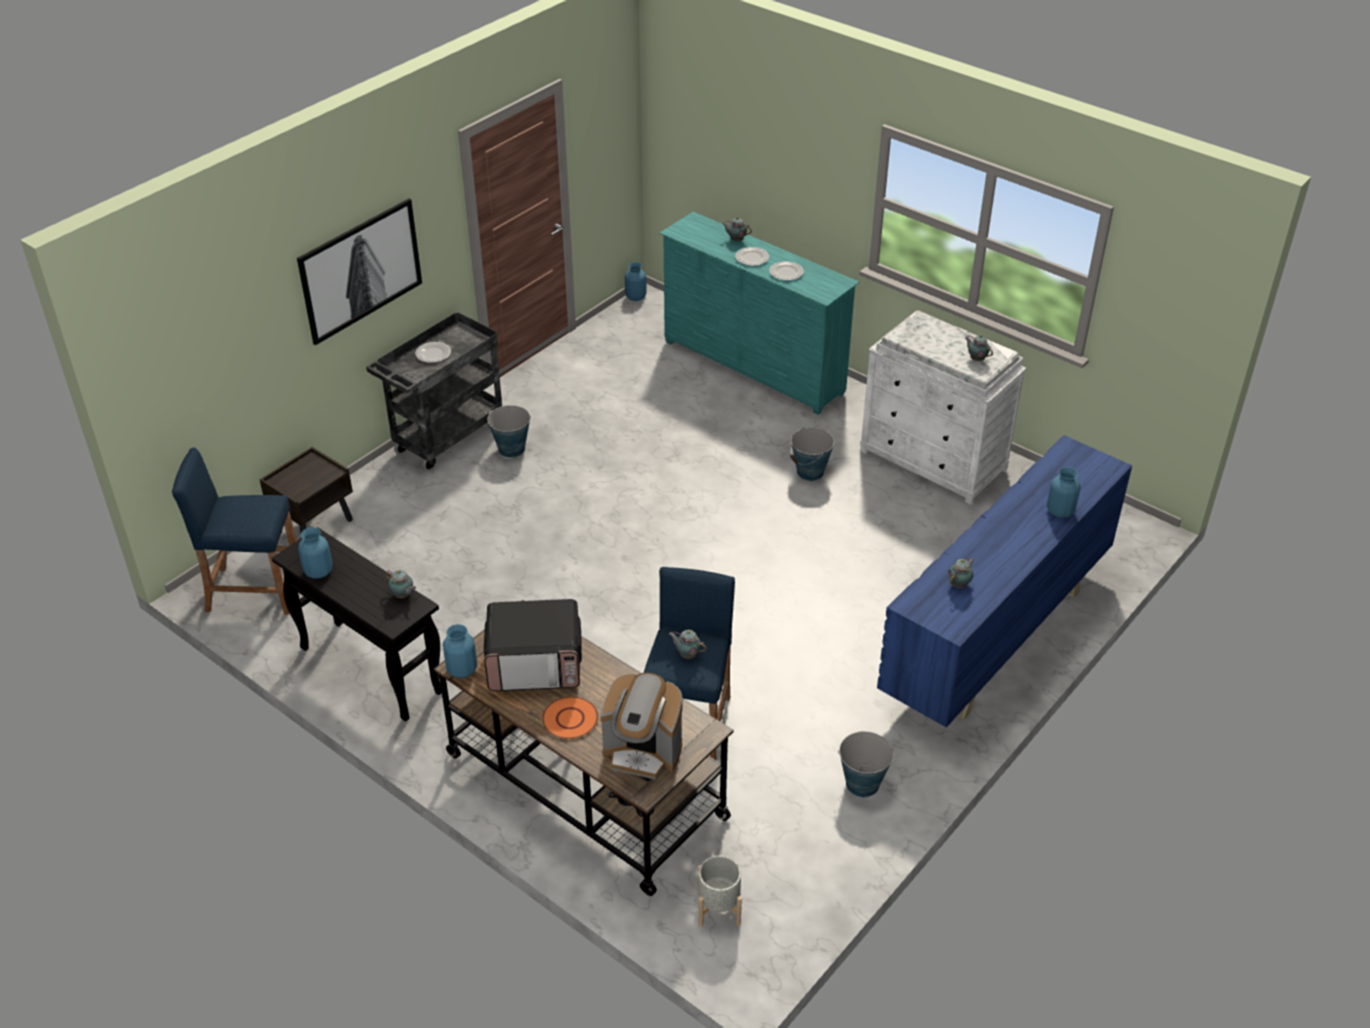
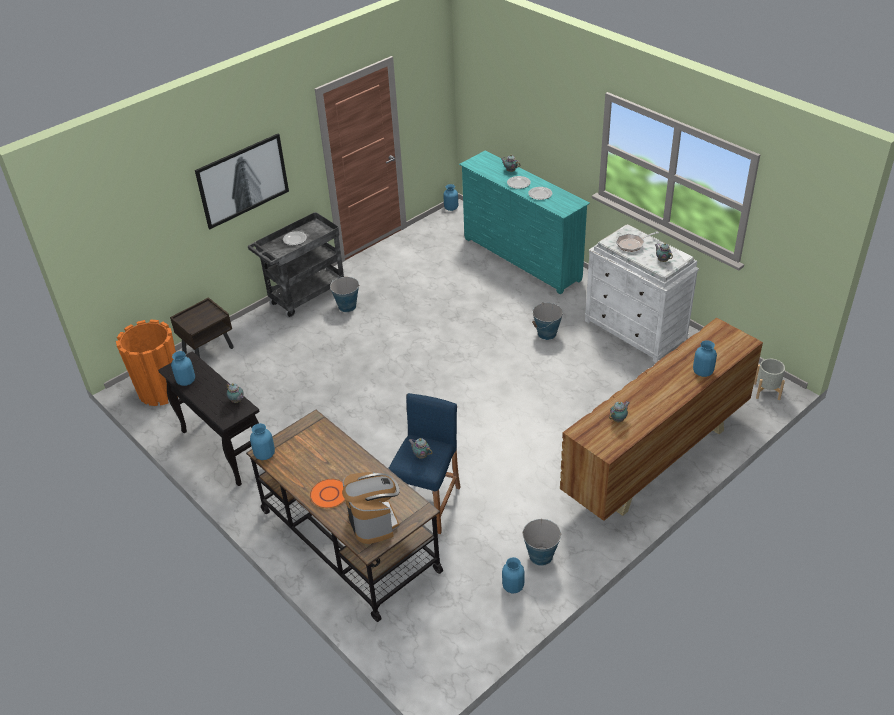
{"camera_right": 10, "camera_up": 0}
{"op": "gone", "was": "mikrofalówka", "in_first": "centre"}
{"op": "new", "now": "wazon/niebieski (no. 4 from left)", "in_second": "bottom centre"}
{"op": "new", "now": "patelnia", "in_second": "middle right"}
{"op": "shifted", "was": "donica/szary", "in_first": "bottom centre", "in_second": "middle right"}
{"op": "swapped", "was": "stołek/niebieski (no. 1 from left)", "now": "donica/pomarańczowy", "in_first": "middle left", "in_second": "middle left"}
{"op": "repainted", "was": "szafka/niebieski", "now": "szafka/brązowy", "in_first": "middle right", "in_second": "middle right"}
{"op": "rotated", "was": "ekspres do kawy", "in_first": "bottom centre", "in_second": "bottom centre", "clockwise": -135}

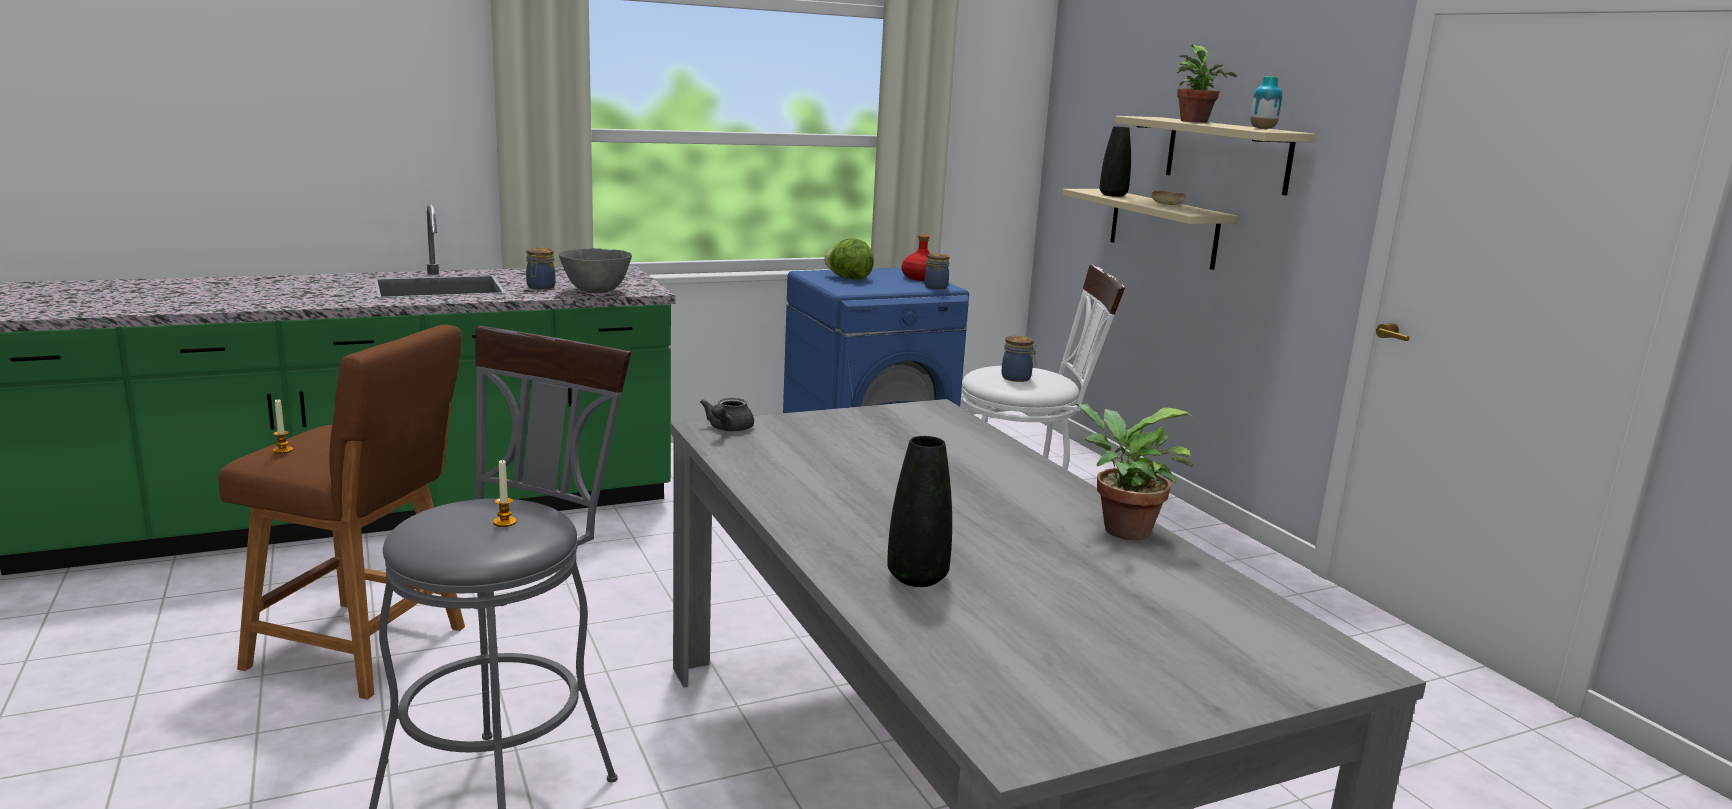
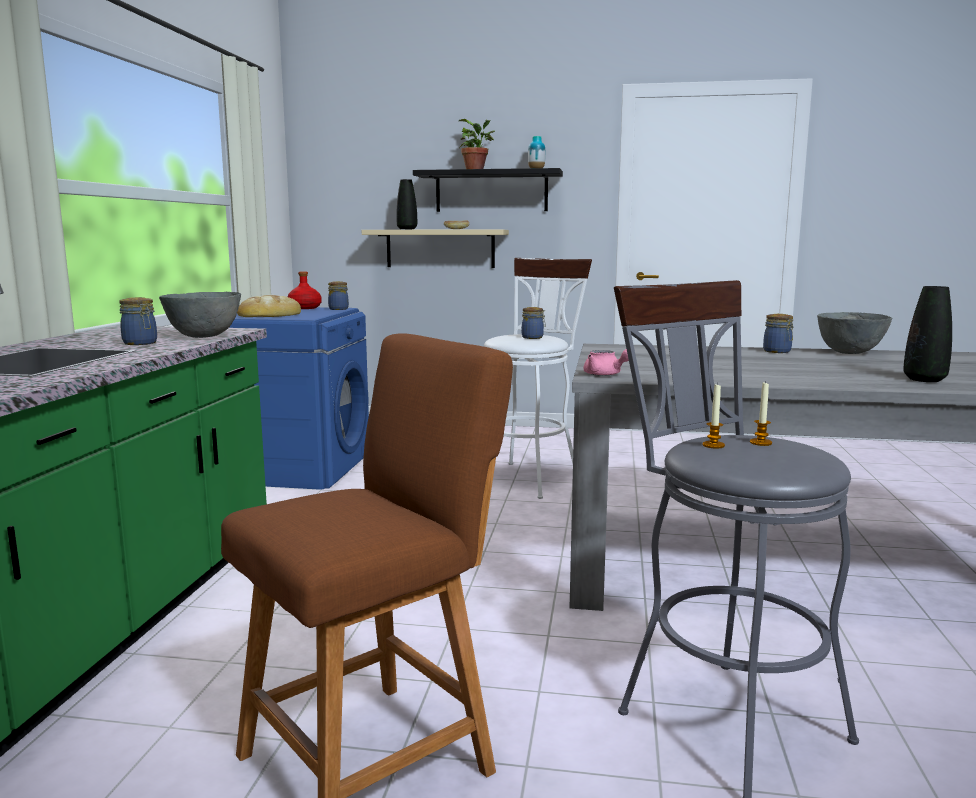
{"camera_right": -55, "camera_up": -5}
{"op": "new", "now": "słoik (no. 4 from left)", "in_second": "middle right"}
{"op": "shifted", "was": "świeca (no. 1 from left)", "in_first": "middle left", "in_second": "middle right"}
{"op": "swapped", "was": "sałata", "now": "chleb (no. 1 from left)", "in_first": "top centre", "in_second": "middle left"}
{"op": "swapped", "was": "roślina doniczkowa (no. 1 from left)", "now": "miska/szary (no. 2 from left)", "in_first": "centre", "in_second": "middle right"}
{"op": "repainted", "was": "imbryk/szary", "now": "imbryk/różowy", "in_first": "centre", "in_second": "centre"}
{"op": "repainted", "was": "półka/beżowy (no. 2 from left)", "now": "półka/czarny", "in_first": "top right", "in_second": "top centre"}

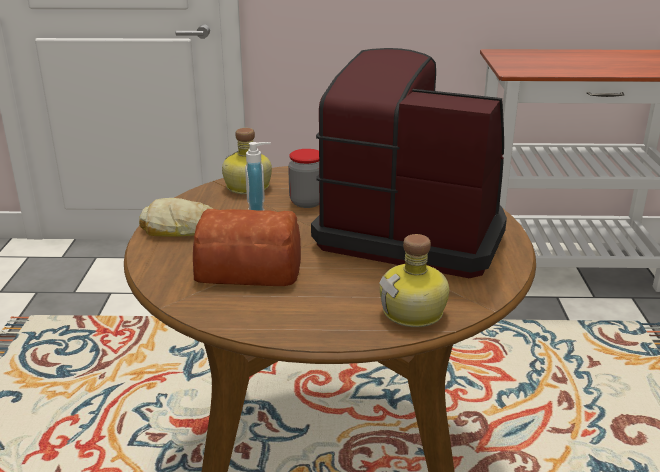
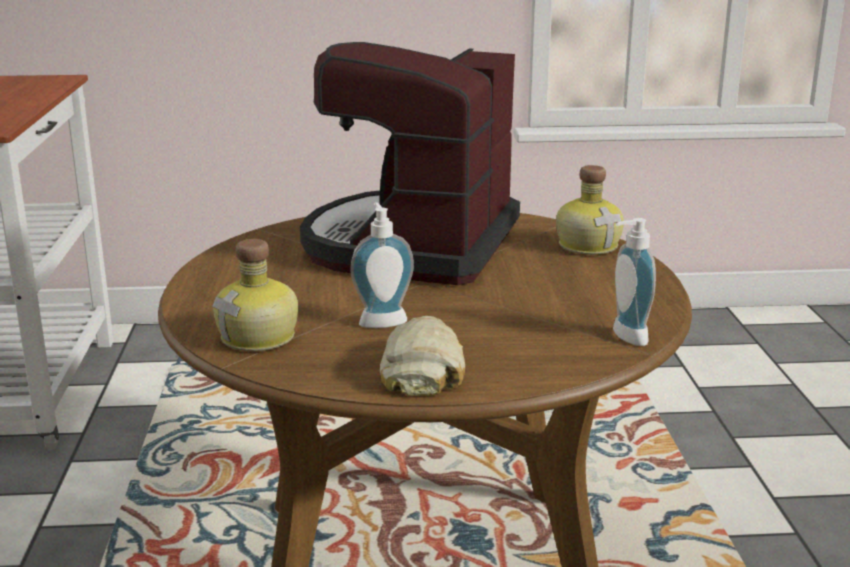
{"camera_right": -95, "camera_up": -5}
{"op": "gone", "was": "chleb (no. 2 from left)", "in_first": "centre"}
{"op": "gone", "was": "słoik", "in_first": "centre"}
{"op": "new", "now": "dozownik mydła (no. 2 from left)", "in_second": "middle right"}

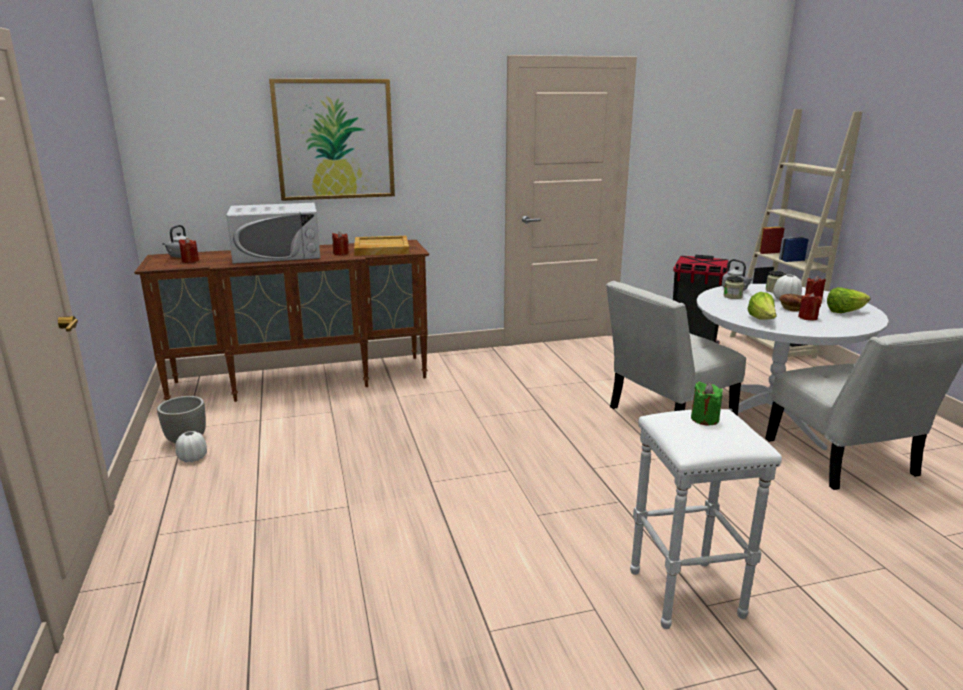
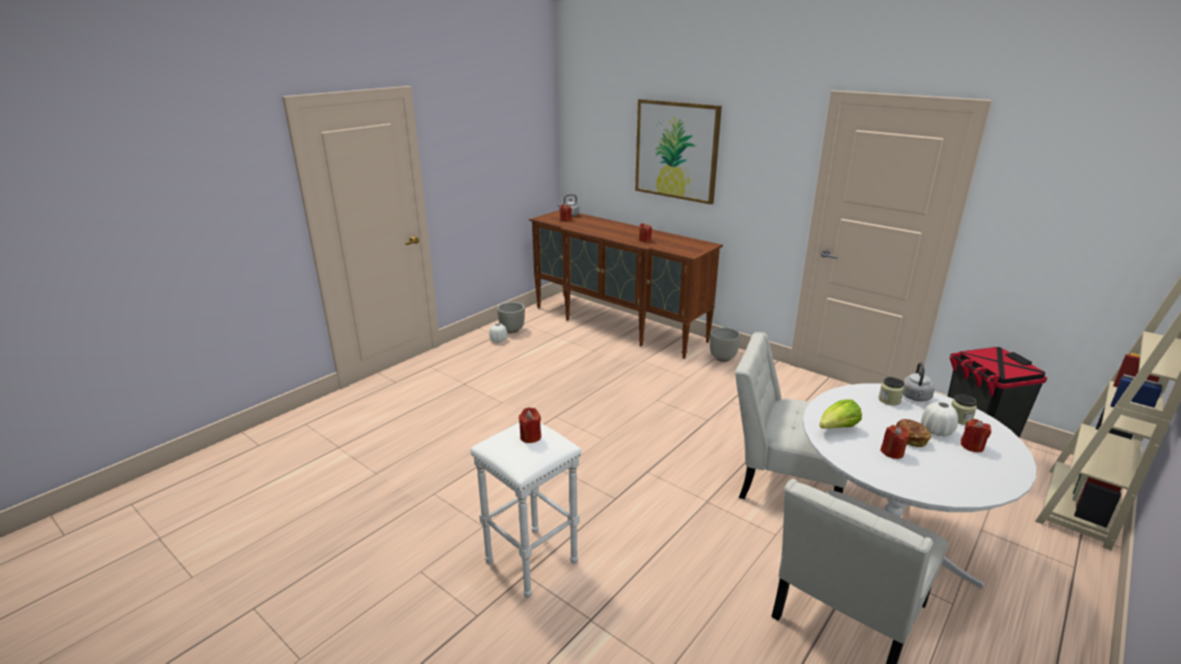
{"camera_right": 55, "camera_up": 5}
{"op": "gone", "was": "mikrofalówka/biały", "in_first": "middle left"}
{"op": "gone", "was": "taca/beżowy", "in_first": "centre"}
{"op": "gone", "was": "sałata (no. 2 from left)", "in_first": "middle right"}
{"op": "new", "now": "donica/szary (no. 2 from left)", "in_second": "centre"}
{"op": "repainted", "was": "świeca/zielony", "now": "świeca/czerwony (no. 1 from left)", "in_first": "middle right", "in_second": "centre"}

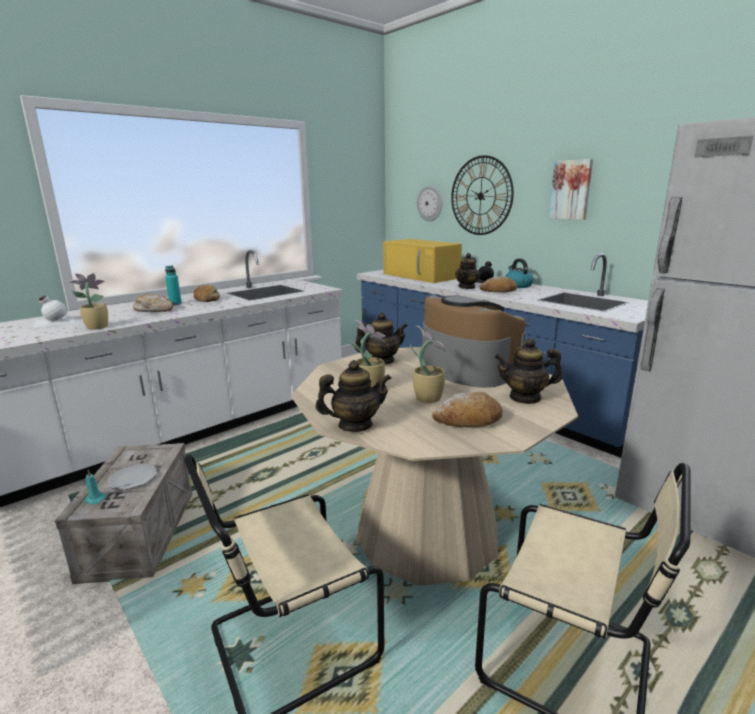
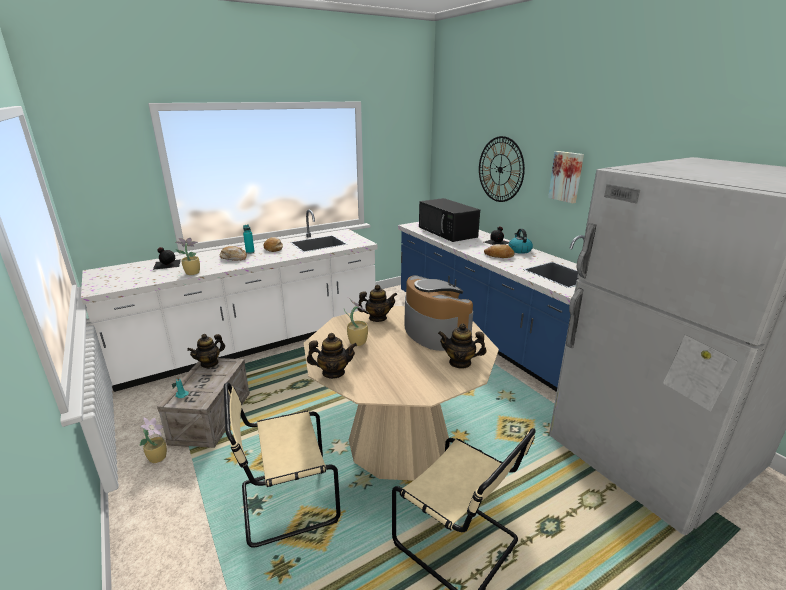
{"camera_right": 10, "camera_up": 5}
{"op": "gone", "was": "talerz", "in_first": "bottom left"}
{"op": "gone", "was": "zegar ścienny (no. 1 from left)", "in_first": "top centre"}
{"op": "gone", "was": "chleb (no. 3 from left)", "in_first": "centre"}
{"op": "shifted", "was": "roślina doniczkowa (no. 3 from left in the first image)", "now": "roślina doniczkowa (no. 1 from left)", "in_first": "centre", "in_second": "bottom left"}
{"op": "shifted", "was": "imbryk (no. 3 from left in the first image)", "now": "imbryk (no. 1 from left)", "in_first": "centre", "in_second": "middle left"}
{"op": "repainted", "was": "butelka/biały", "now": "butelka/czarny (no. 1 from left)", "in_first": "middle left", "in_second": "middle left"}
{"op": "repainted", "was": "mikrofalówka/żółty", "now": "mikrofalówka/czarny", "in_first": "centre", "in_second": "centre"}

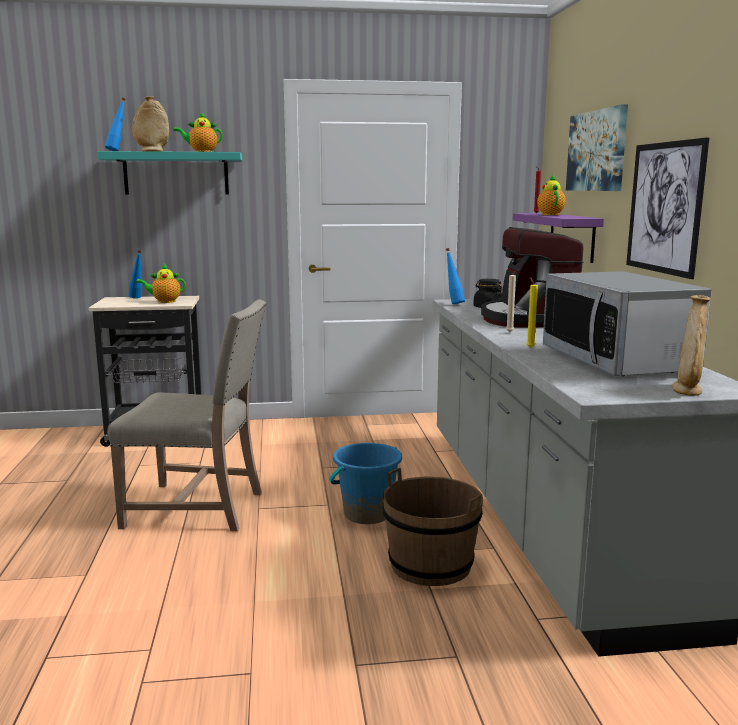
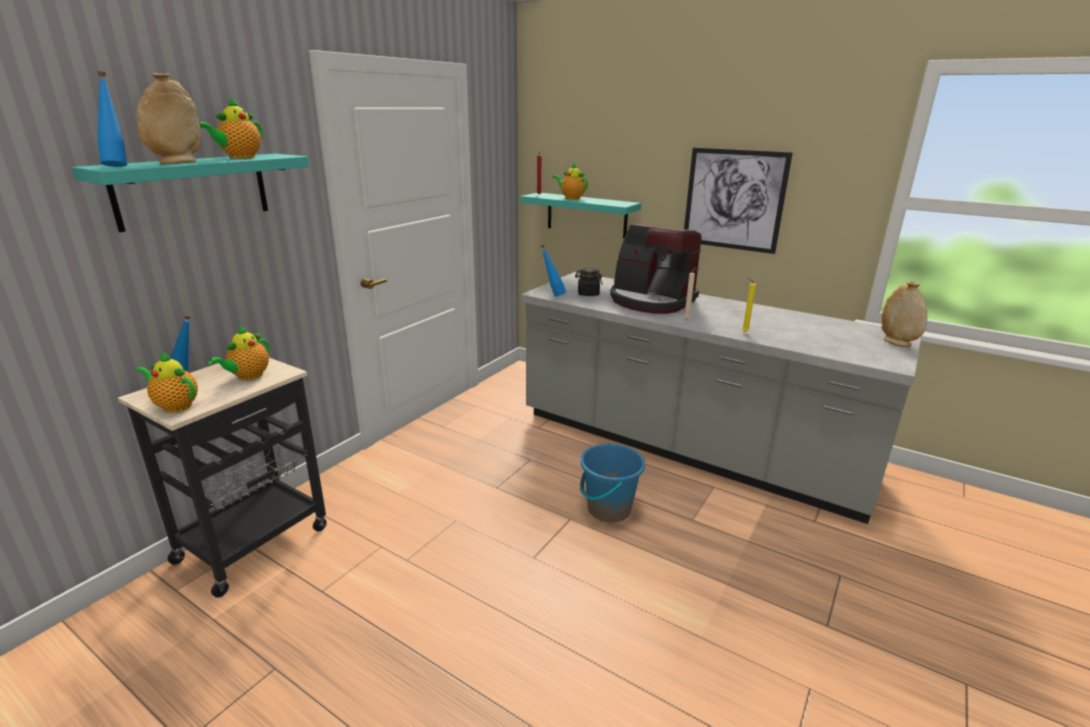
{"camera_right": -50, "camera_up": 10}
{"op": "gone", "was": "krzesło/beżowy", "in_first": "middle left"}
{"op": "gone", "was": "wiadro/brązowy", "in_first": "bottom centre"}
{"op": "gone", "was": "mikrofalówka", "in_first": "middle right"}
{"op": "gone", "was": "obraz (no. 1 from left)", "in_first": "top right"}
{"op": "new", "now": "imbryk (no. 1 from left)", "in_second": "middle left"}
{"op": "repainted", "was": "półka/fioletowy", "now": "półka/turkusowy (no. 2 from left)", "in_first": "top right", "in_second": "top centre"}

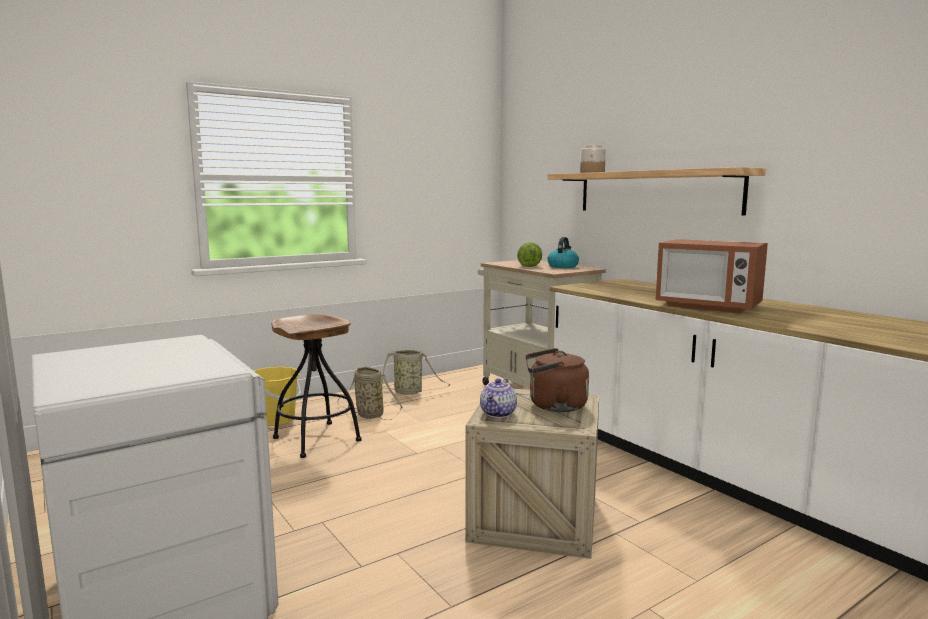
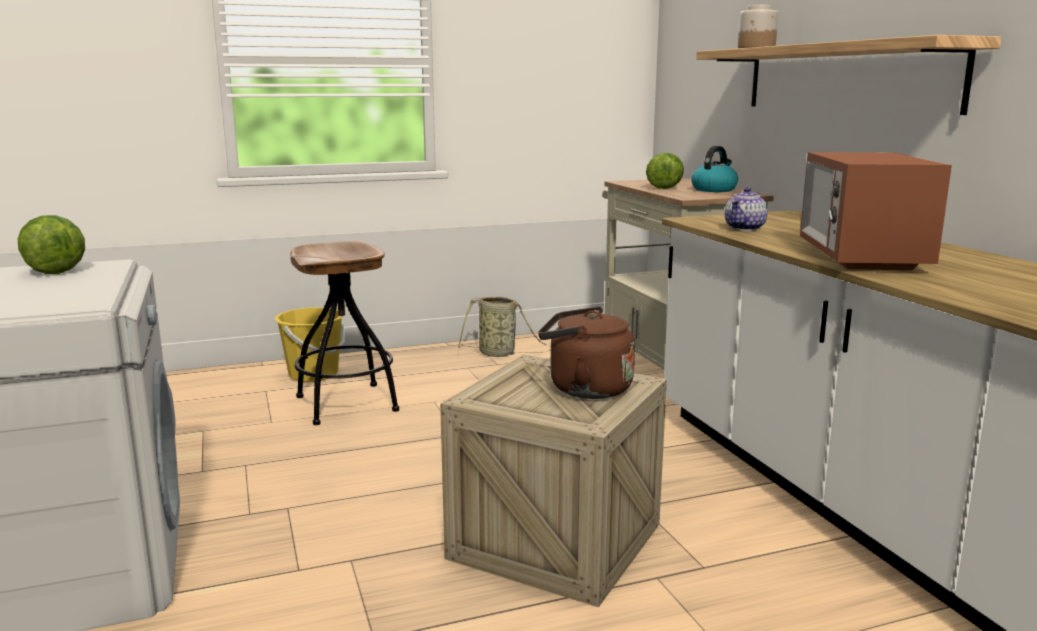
{"camera_right": 15, "camera_up": 5}
{"op": "gone", "was": "koszyk (no. 1 from left)", "in_first": "centre"}
{"op": "new", "now": "sałata (no. 1 from left)", "in_second": "middle left"}
{"op": "shifted", "was": "imbryk", "in_first": "centre", "in_second": "top right"}
{"op": "rotated", "was": "mikrofalówka", "in_first": "middle right", "in_second": "middle right", "clockwise": 45}

